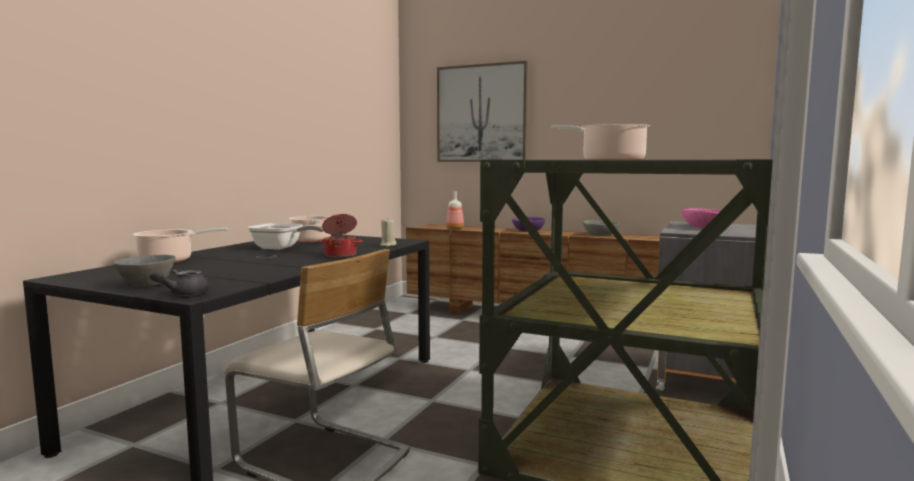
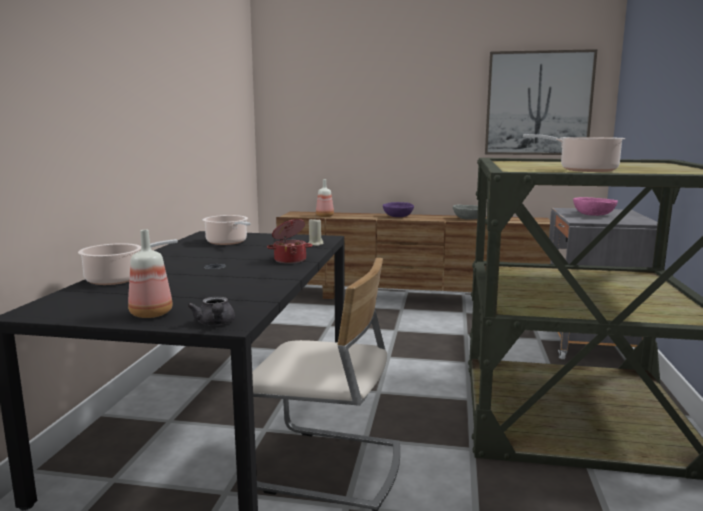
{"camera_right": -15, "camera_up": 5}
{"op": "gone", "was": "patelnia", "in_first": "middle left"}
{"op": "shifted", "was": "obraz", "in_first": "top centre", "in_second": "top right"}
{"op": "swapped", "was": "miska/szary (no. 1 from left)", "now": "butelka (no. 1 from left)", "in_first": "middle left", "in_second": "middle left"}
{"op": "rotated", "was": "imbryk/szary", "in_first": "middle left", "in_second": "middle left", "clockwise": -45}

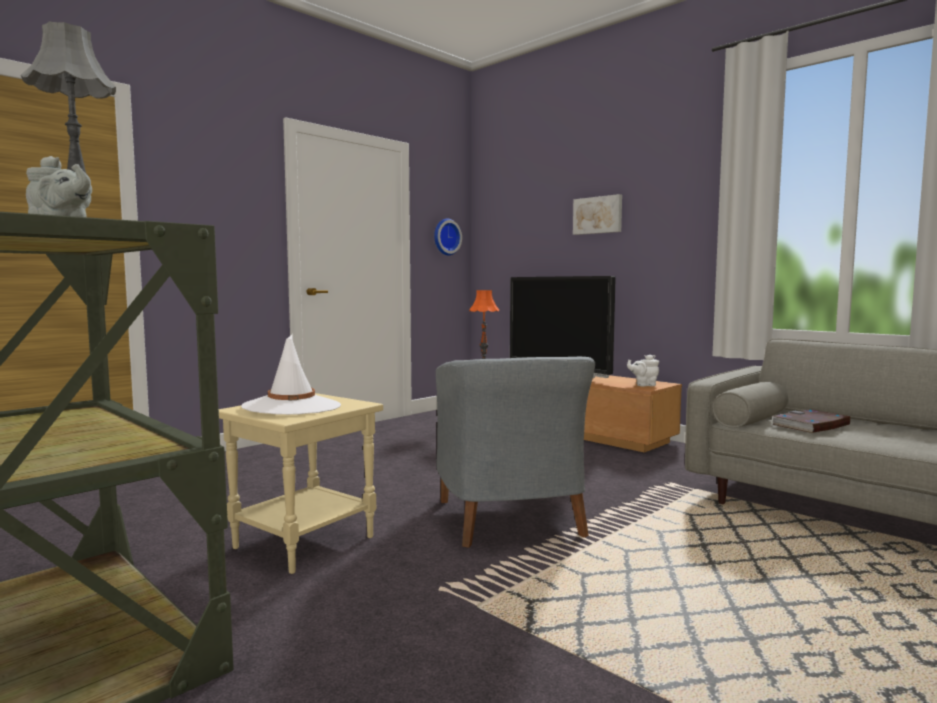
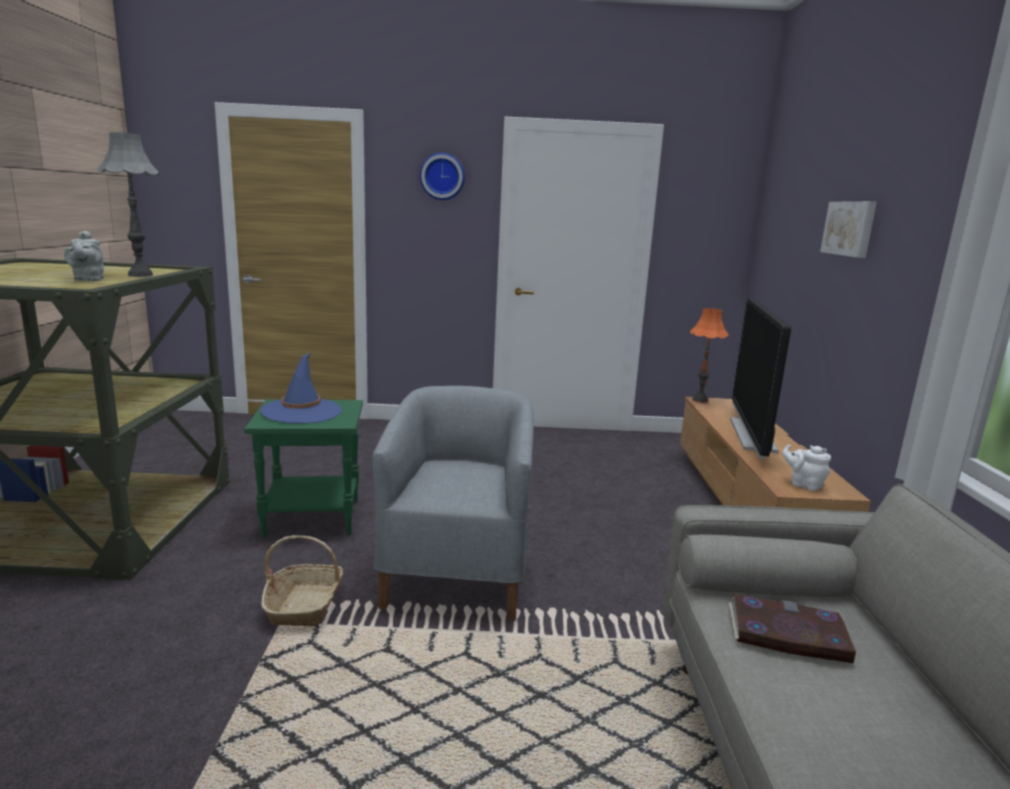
{"camera_right": 45, "camera_up": 10}
{"op": "new", "now": "koszyk", "in_second": "bottom left"}
{"op": "shifted", "was": "zegar ścienny", "in_first": "centre", "in_second": "top centre"}
{"op": "repainted", "was": "stolik/beżowy", "now": "stolik/zielony", "in_first": "bottom left", "in_second": "middle left"}
{"op": "repainted", "was": "kapelusz/biały", "now": "kapelusz/niebieski", "in_first": "middle left", "in_second": "middle left"}
{"op": "rotated", "was": "fotel/szary", "in_first": "centre", "in_second": "centre", "clockwise": 150}

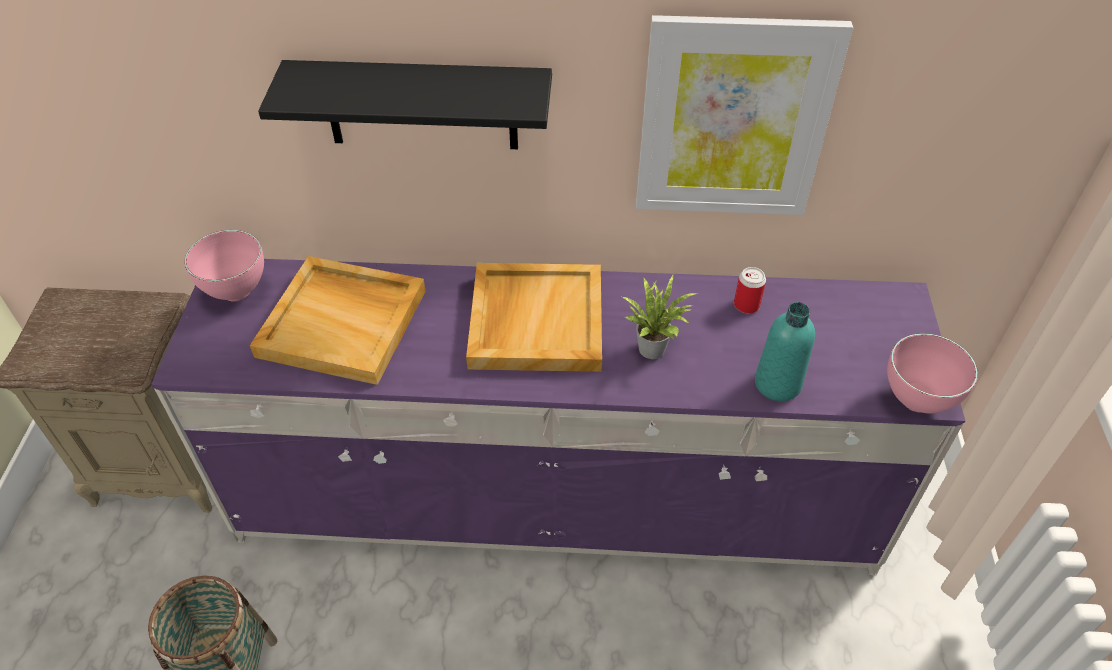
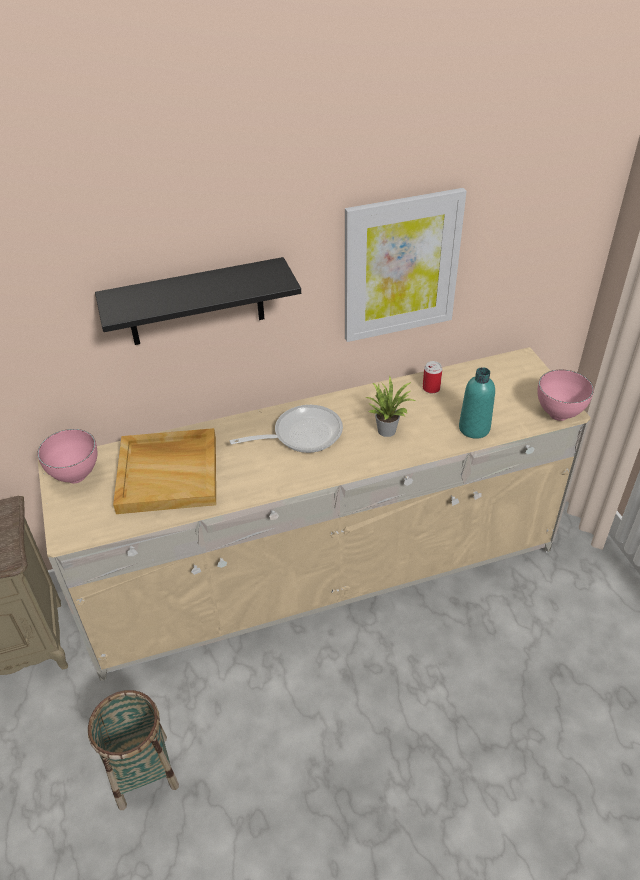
{"camera_right": -20, "camera_up": -5}
{"op": "swapped", "was": "taca/beżowy (no. 2 from left)", "now": "patelnia", "in_first": "centre", "in_second": "centre"}
{"op": "repainted", "was": "szafka/fioletowy", "now": "szafka/beżowy", "in_first": "centre", "in_second": "centre"}

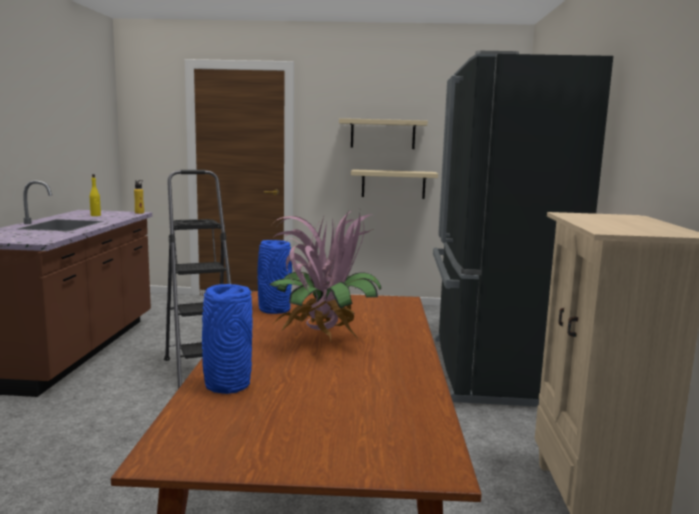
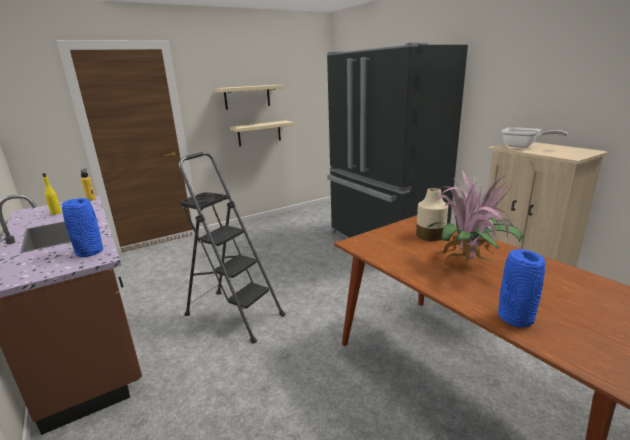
{"camera_right": -35, "camera_up": 10}
{"op": "new", "now": "wazon/beżowy", "in_second": "middle right"}
{"op": "new", "now": "patelnia", "in_second": "top right"}
{"op": "shifted", "was": "wazon/niebieski (no. 2 from left in the first image)", "now": "wazon/niebieski (no. 1 from left)", "in_first": "centre", "in_second": "middle left"}

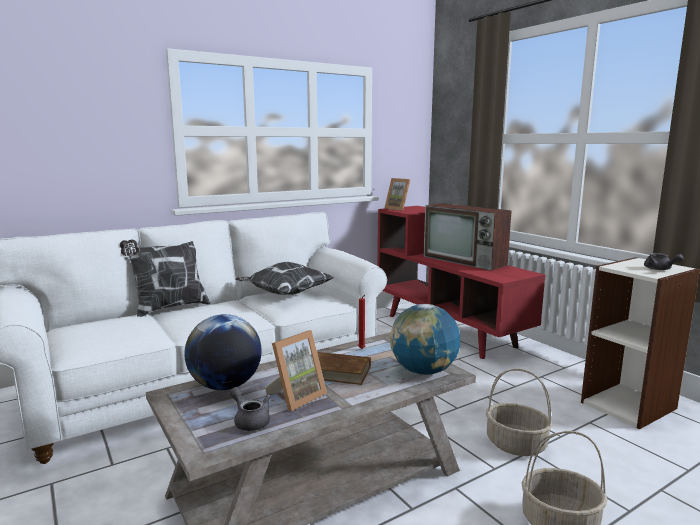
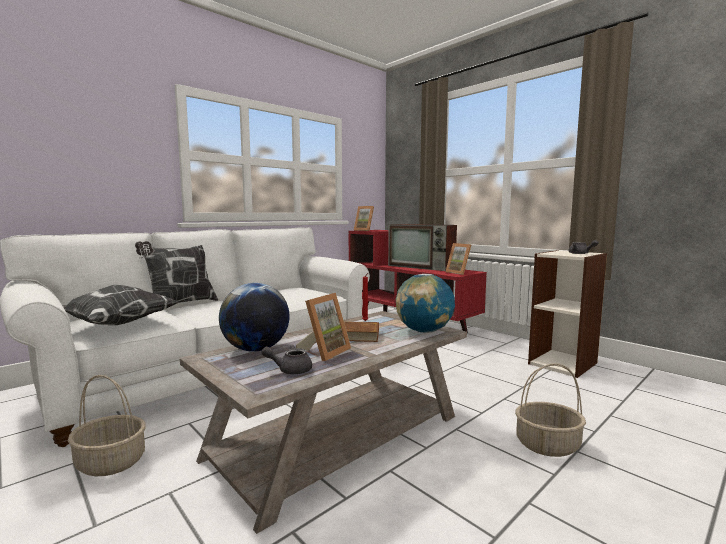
{"camera_right": -10, "camera_up": -5}
{"op": "new", "now": "ramka na zdjęcie (no. 3 from left)", "in_second": "centre"}
{"op": "shifted", "was": "poduszka (no. 2 from left in the first image)", "now": "poduszka (no. 1 from left)", "in_first": "centre", "in_second": "middle left"}
{"op": "shifted", "was": "koszyk (no. 1 from left)", "in_first": "bottom right", "in_second": "bottom left"}
{"op": "rotated", "was": "imbryk/szary (no. 1 from left)", "in_first": "bottom centre", "in_second": "centre", "clockwise": -45}

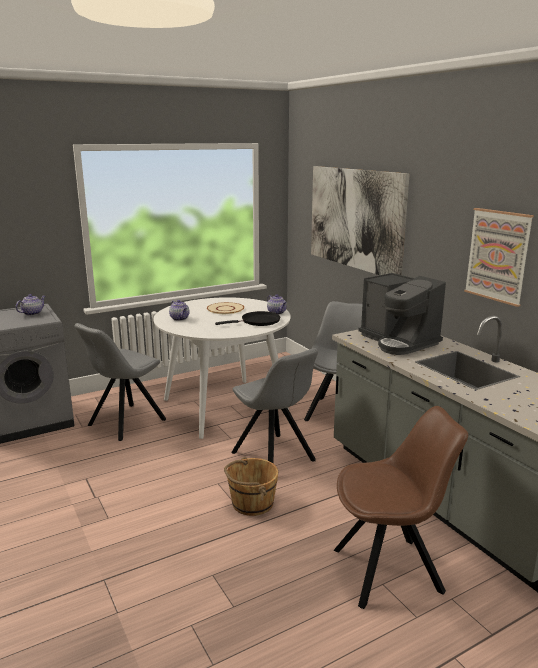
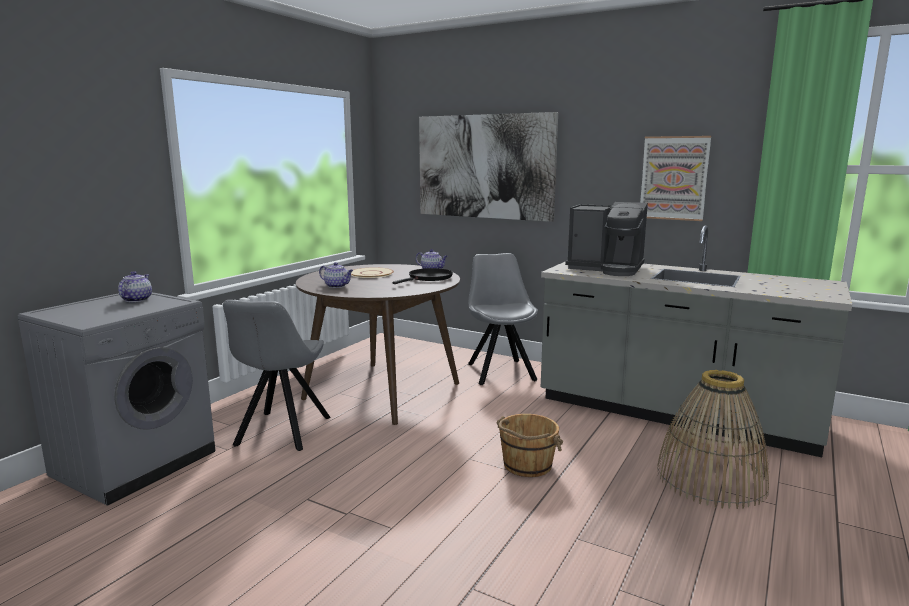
{"camera_right": -30, "camera_up": -5}
{"op": "gone", "was": "krzesło/szary (no. 2 from left)", "in_first": "centre"}
{"op": "swapped", "was": "krzesło/brązowy", "now": "koszyk", "in_first": "bottom right", "in_second": "bottom right"}
{"op": "repainted", "was": "stół jadalny/biały", "now": "stół jadalny/brązowy", "in_first": "centre", "in_second": "centre"}

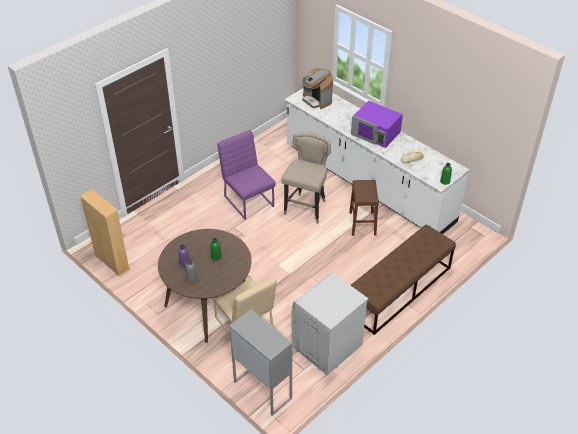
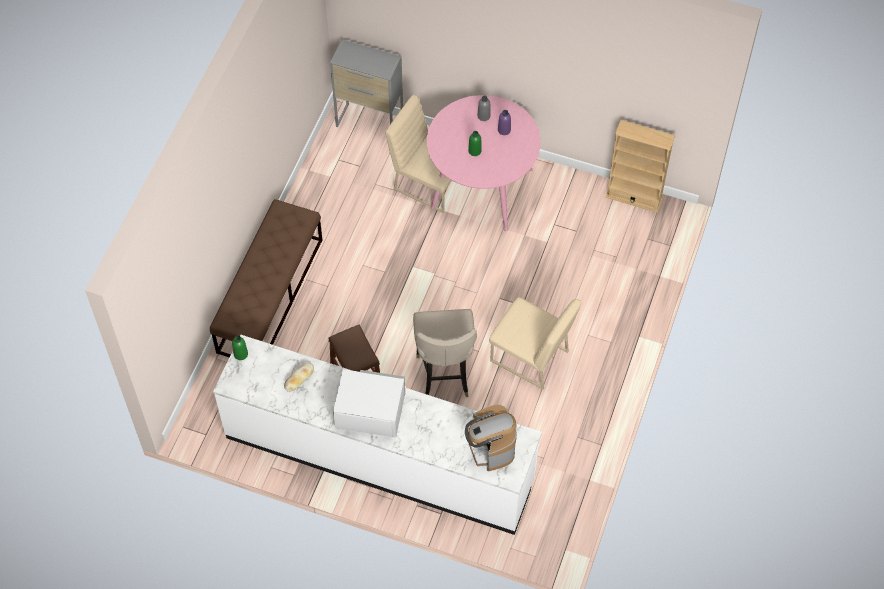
{"camera_right": 155, "camera_up": 15}
{"op": "gone", "was": "pralka/biały", "in_first": "bottom centre"}
{"op": "repainted", "was": "stół jadalny/brązowy", "now": "stół jadalny/różowy", "in_first": "centre", "in_second": "top centre"}
{"op": "repainted", "was": "krzesło/fioletowy", "now": "krzesło/beżowy (no. 2 from left)", "in_first": "centre", "in_second": "centre"}
{"op": "repainted", "was": "mikrofalówka/fioletowy", "now": "mikrofalówka/biały", "in_first": "top centre", "in_second": "bottom centre"}
{"op": "rotated", "was": "ekspres do kawy", "in_first": "top centre", "in_second": "bottom centre", "clockwise": -135}

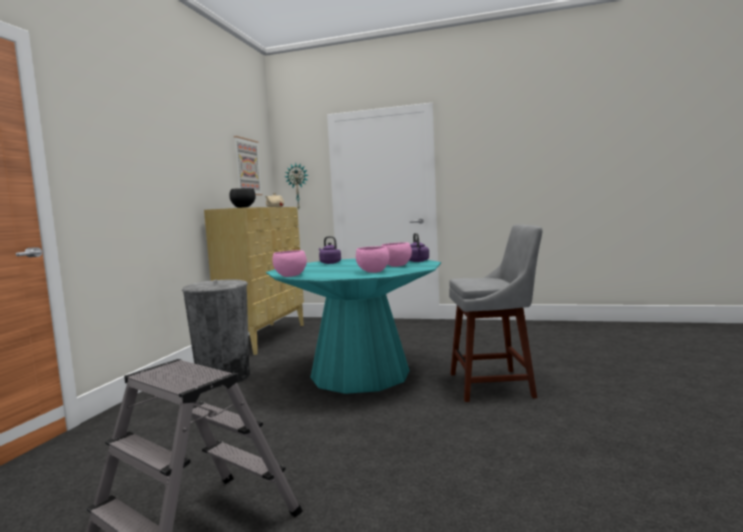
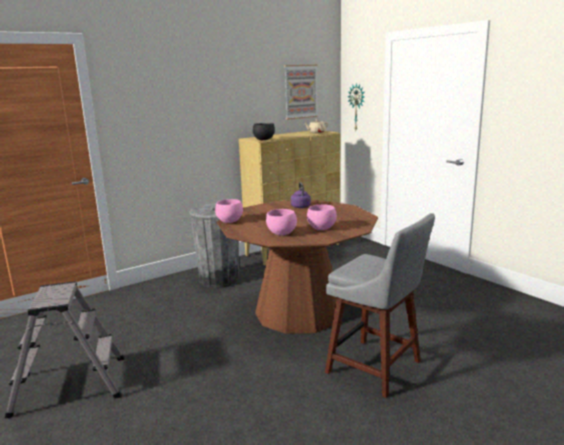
{"camera_right": 40, "camera_up": 10}
{"op": "gone", "was": "czajnik/fioletowy (no. 2 from left)", "in_first": "centre"}
{"op": "repainted", "was": "stół jadalny/turkusowy", "now": "stół jadalny/brązowy", "in_first": "centre", "in_second": "centre"}

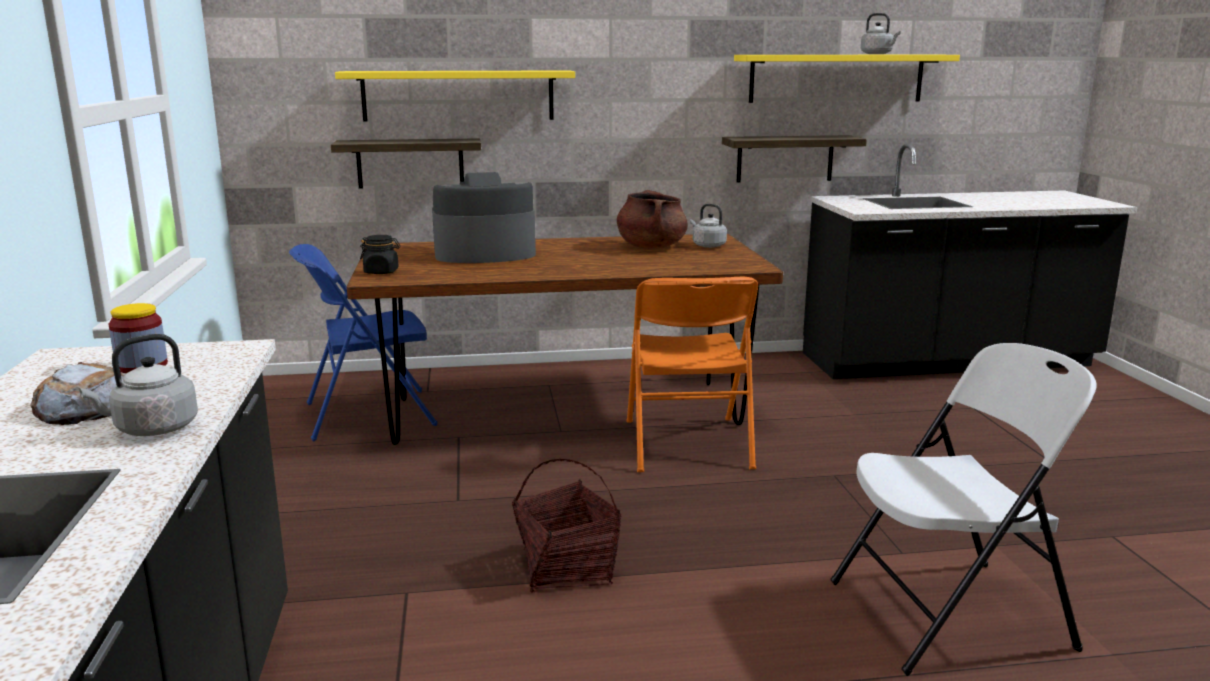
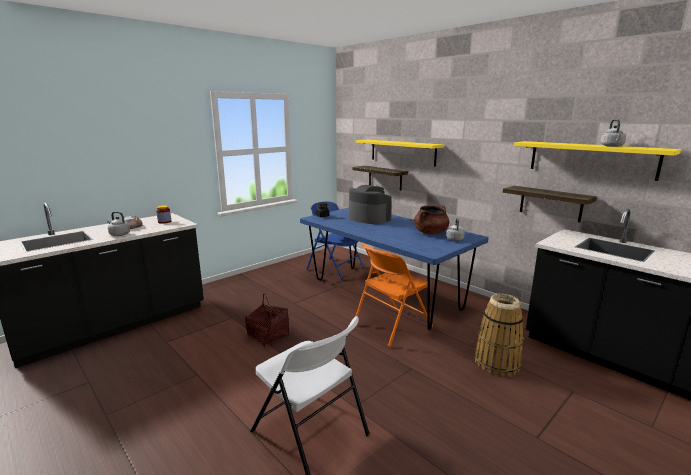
{"camera_right": 55, "camera_up": 0}
{"op": "new", "now": "koszyk (no. 2 from left)", "in_second": "bottom right"}
{"op": "repainted", "was": "stół jadalny/brązowy", "now": "stół jadalny/niebieski", "in_first": "centre", "in_second": "centre"}

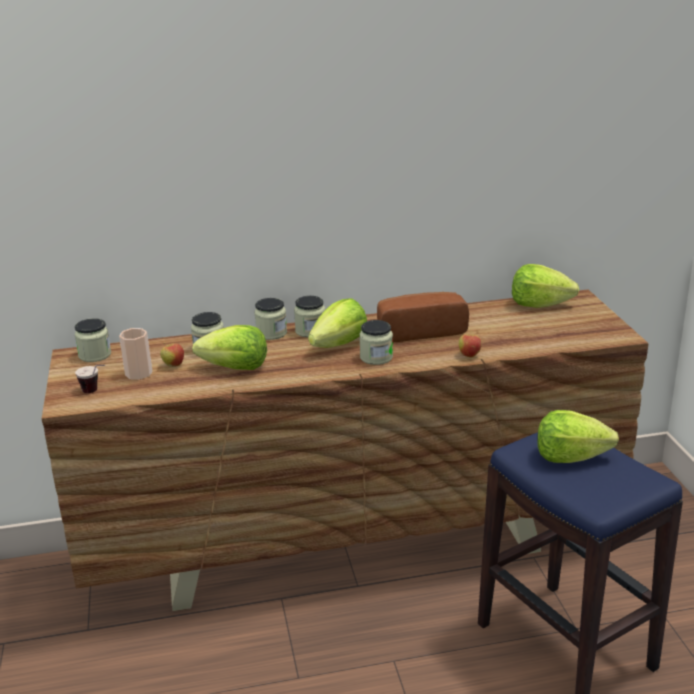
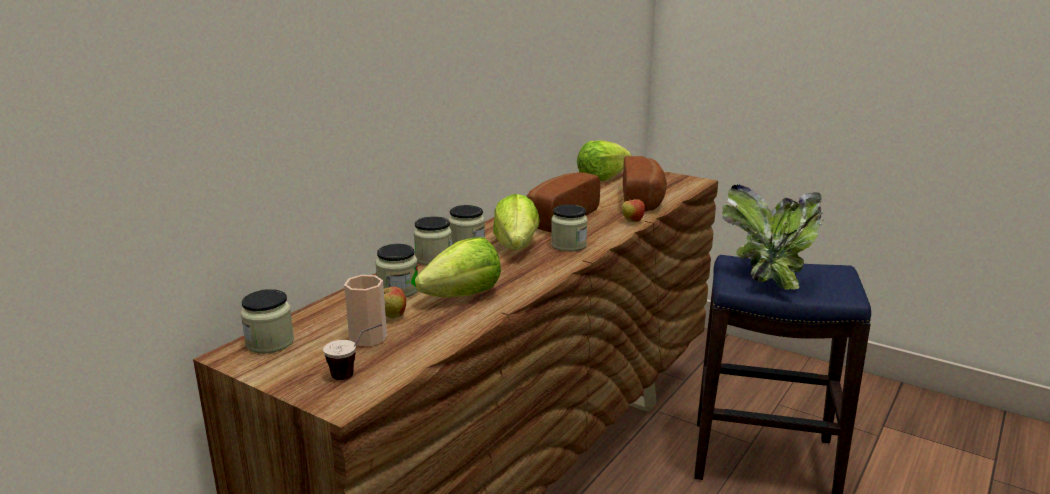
{"camera_right": -45, "camera_up": -5}
{"op": "new", "now": "chleb (no. 2 from left)", "in_second": "centre"}
{"op": "swapped", "was": "sałata (no. 4 from left)", "now": "roślina doniczkowa", "in_first": "middle right", "in_second": "middle right"}

